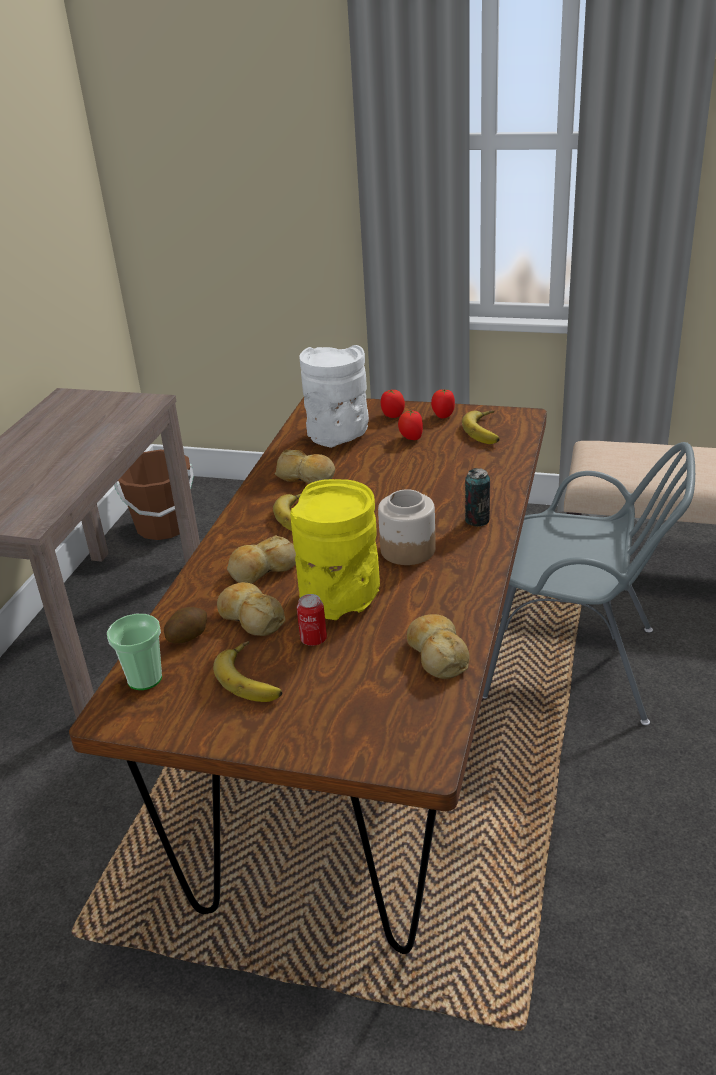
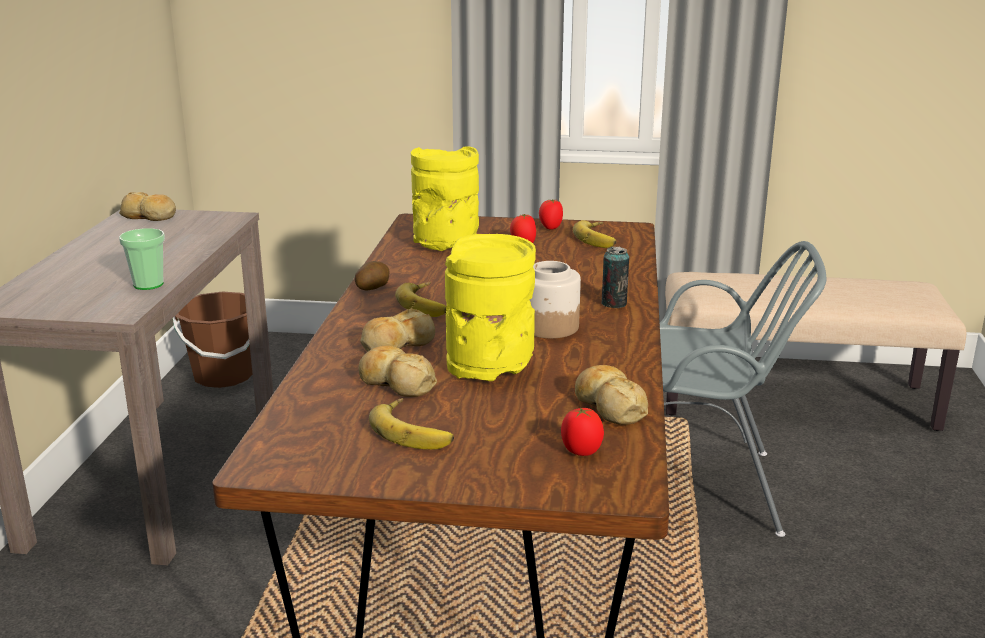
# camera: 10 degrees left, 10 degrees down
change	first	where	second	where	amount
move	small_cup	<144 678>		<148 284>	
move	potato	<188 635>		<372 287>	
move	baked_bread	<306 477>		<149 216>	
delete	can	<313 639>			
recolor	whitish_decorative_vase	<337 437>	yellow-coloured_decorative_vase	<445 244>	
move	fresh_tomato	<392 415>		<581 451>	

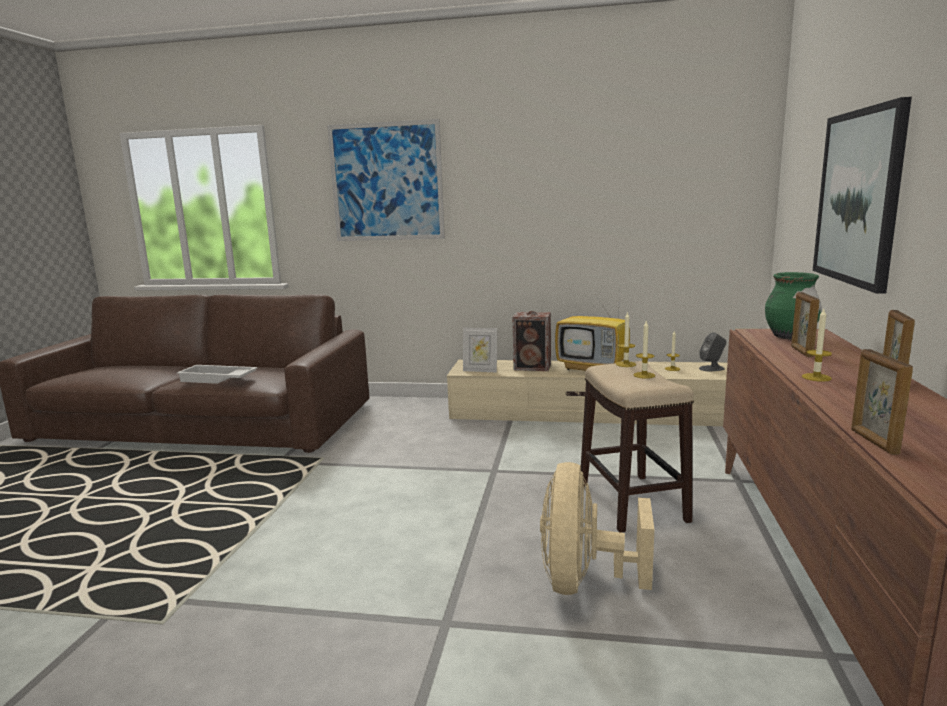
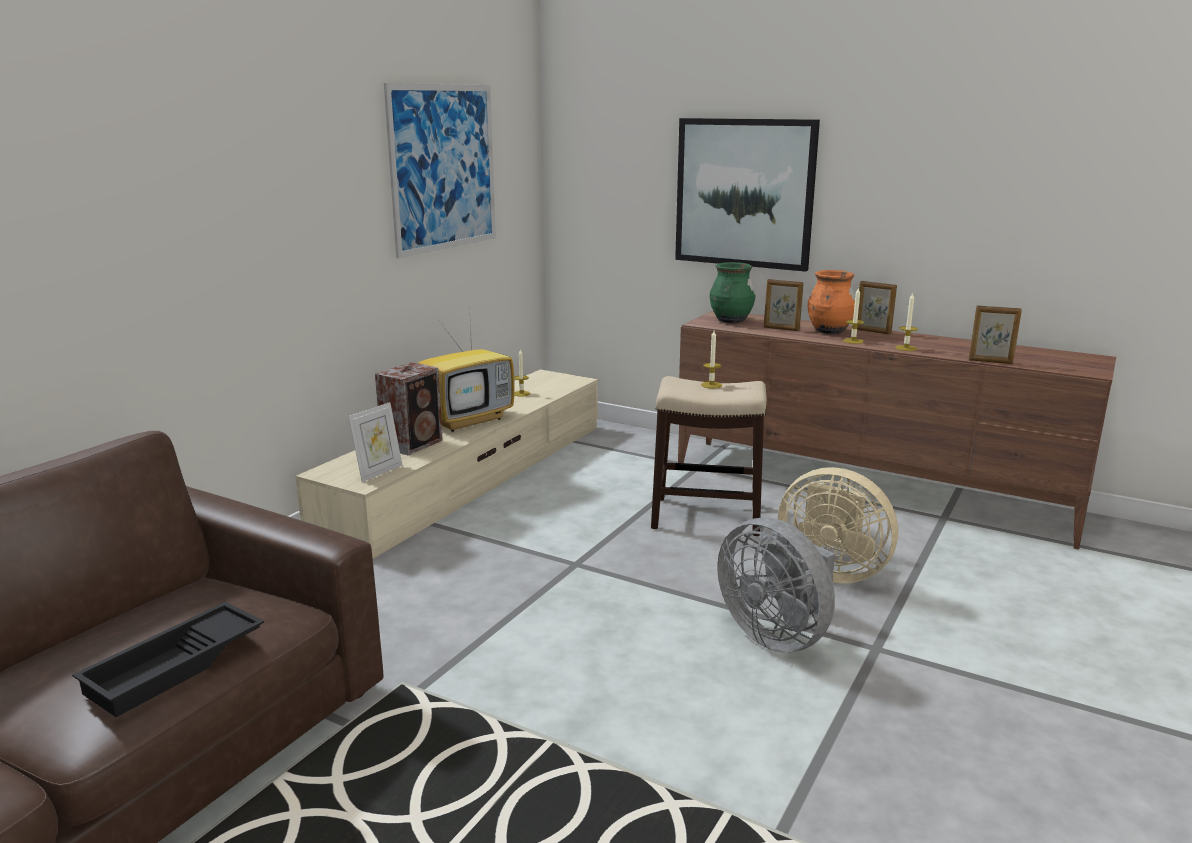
# camera: 70 degrees left, 5 degrees up
change	first	where	second	where	amount
recolor	whitish_tray	<217 379>	blackish_tray	<176 667>	
move	wall_picture	<386 182>		<444 168>	
move	wax_light	<626 364>		<906 348>	
delete	gray_audio_speaker	<712 368>			
insert			gray_cooling_fan	<777 635>	
insert			orangey_decorative_vase	<829 331>	

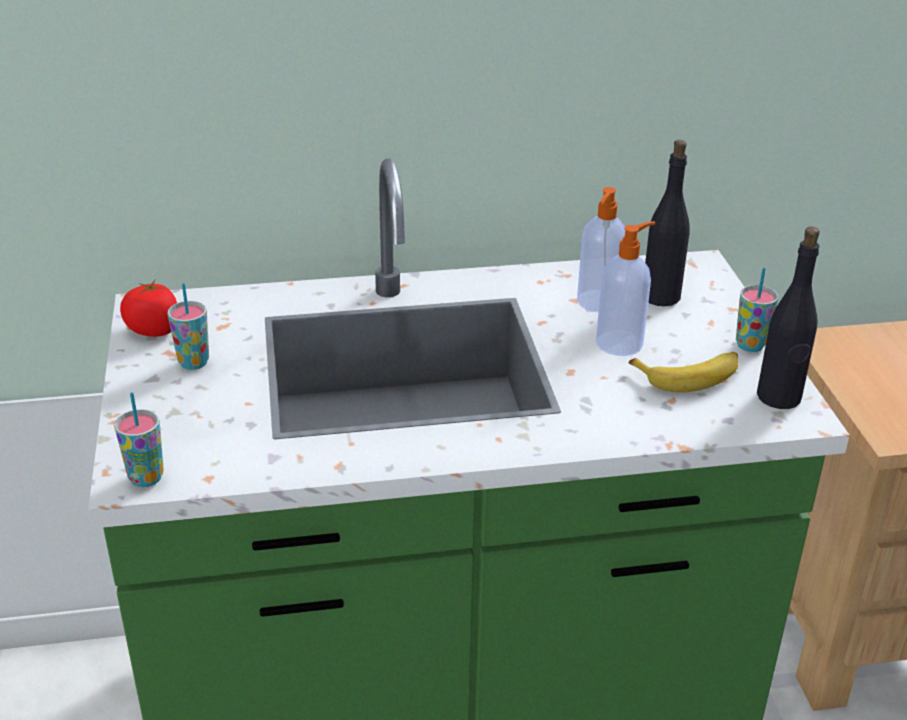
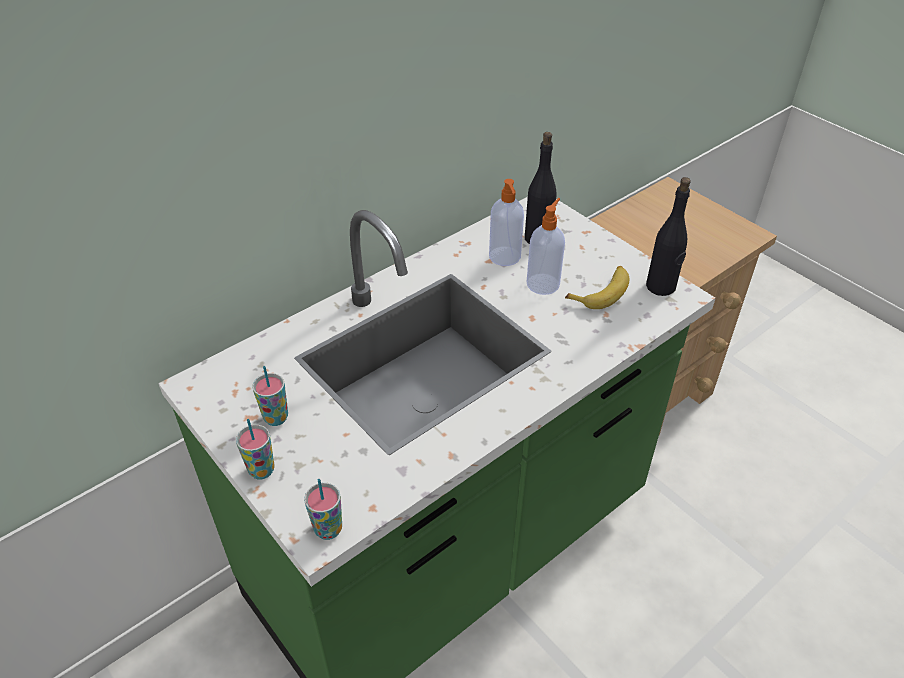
# camera: 30 degrees left, 10 degrees up
change	first	where	second	where	amount
delete	fresh_tomato	<154 330>			
move	small_cup	<750 345>		<261 470>	

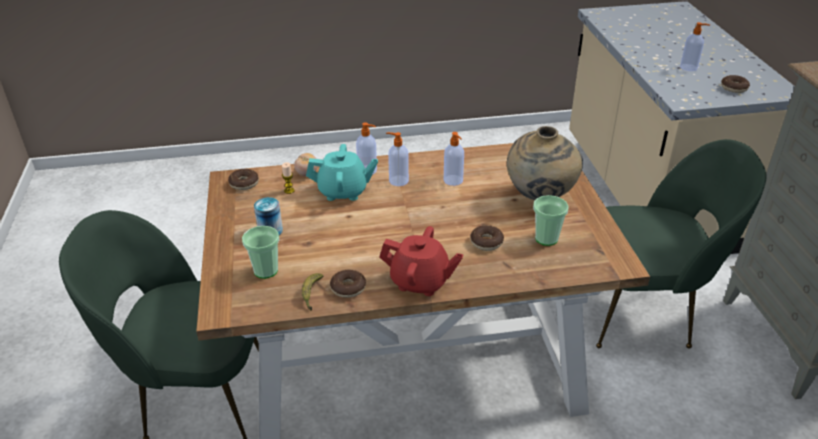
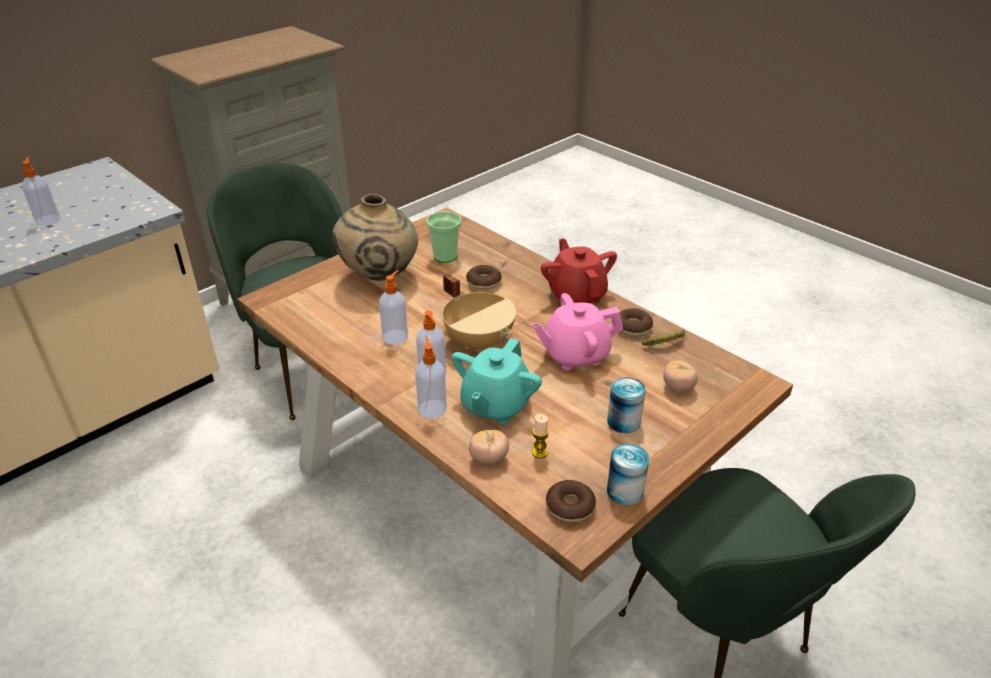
# camera: 125 degrees left, 0 degrees up
change	first	where	second	where	amount
replace	small_cup	<266 270>	fresh_tomato	<678 387>	
rotate	turquoise_teapot	<343 191>		<495 405>	120 degrees counterclockwise
delete	donut	<734 88>			
insert			beige-coloured_stockpot	<480 341>	
insert			pinkish_teapot	<575 355>	
insert			can	<625 491>	

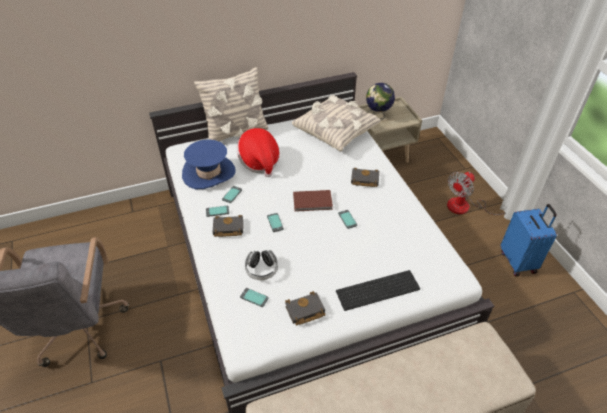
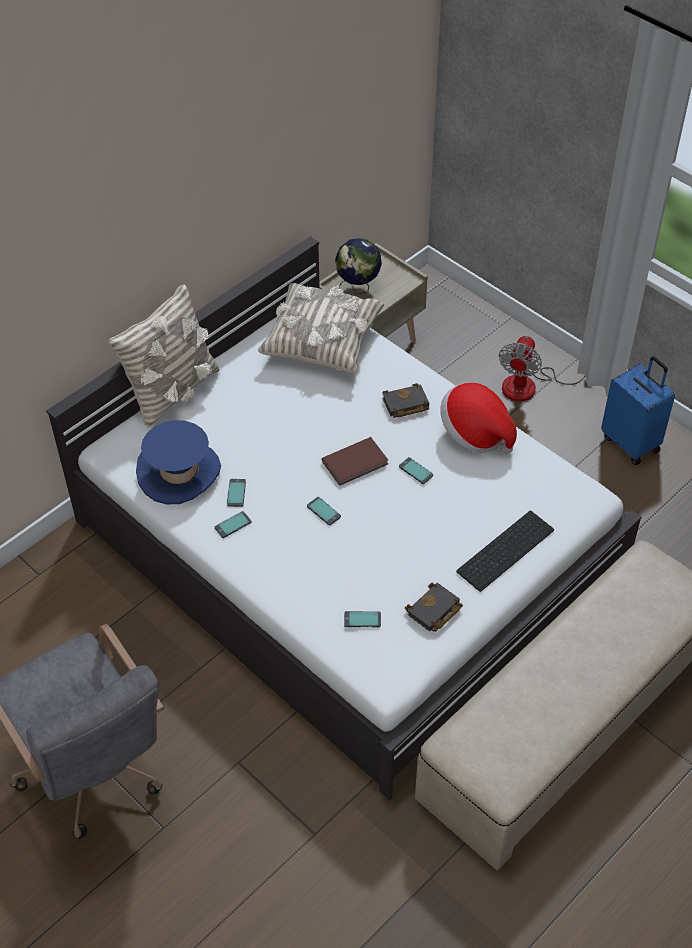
# camera: 25 degrees left, 5 degrees up
change	first	where	second	where	amount
delete	blackish_book	<227 229>			
move	wearable_hat	<259 162>		<475 433>	
delete	pair_of_headphones	<261 270>			

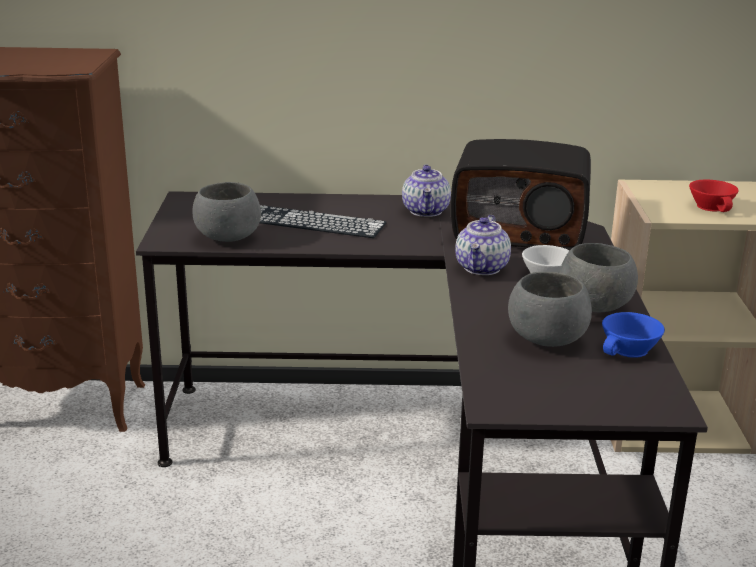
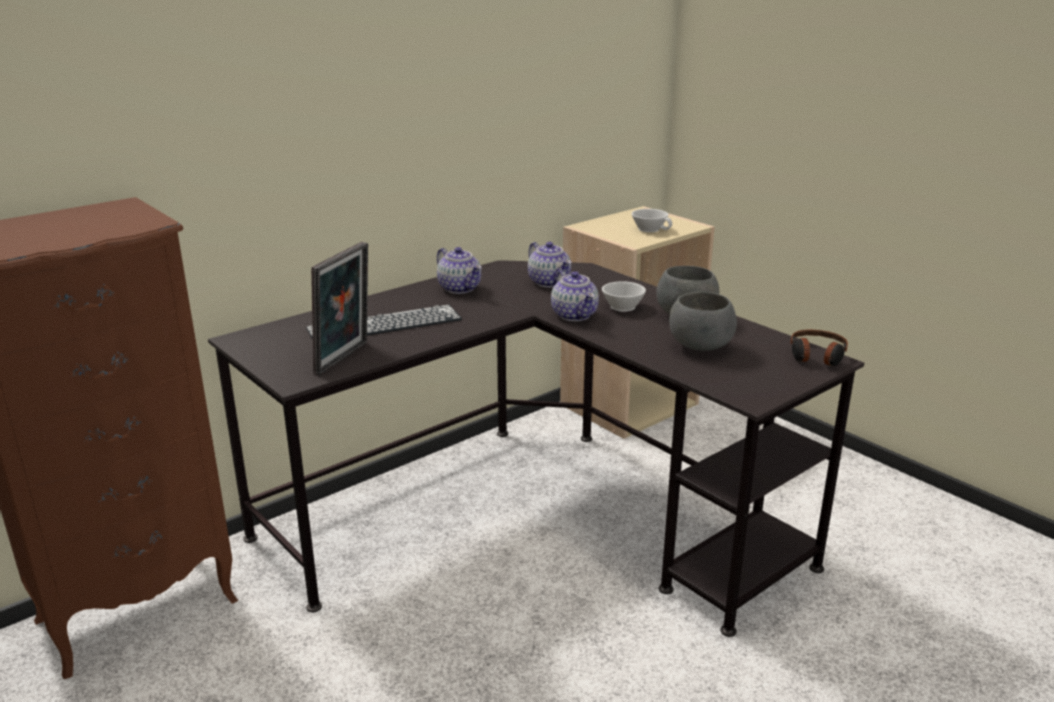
# camera: 40 degrees left, 0 degrees up
change	first	where	second	where	amount
replace	gray_deep_dish	<227 238>	photo_frame	<345 358>	
replace	radio	<520 231>	teapot	<550 282>	
delete	bluish_small_cup	<630 350>			
recolor	red_small_cup	<713 207>	whitish_small_cup	<650 229>	
insert			pair_of_headphones	<816 356>	

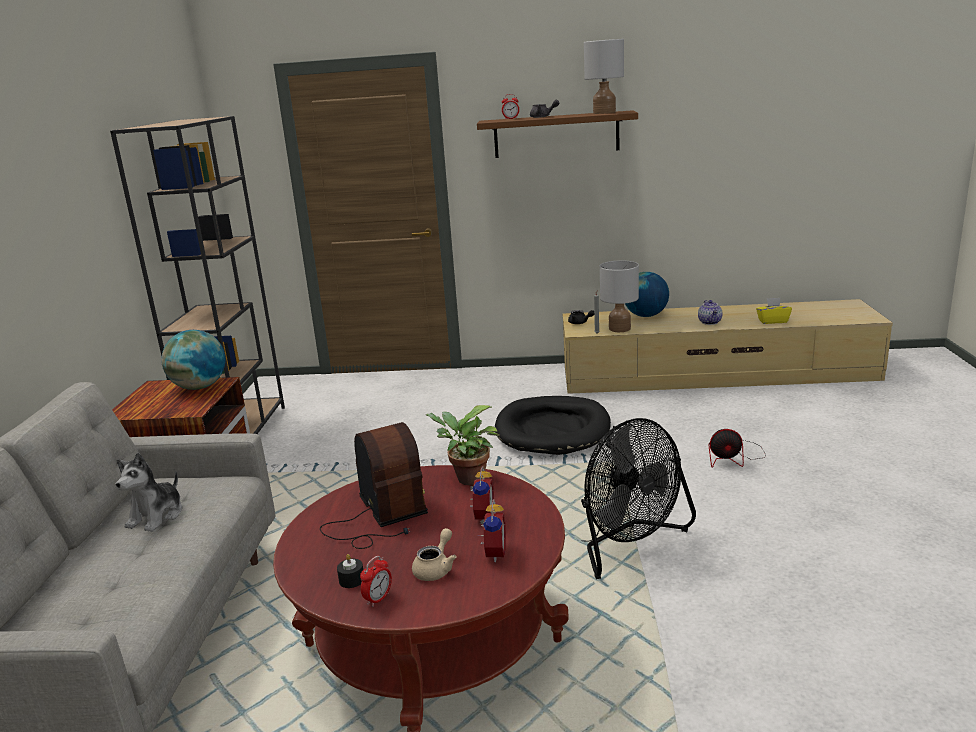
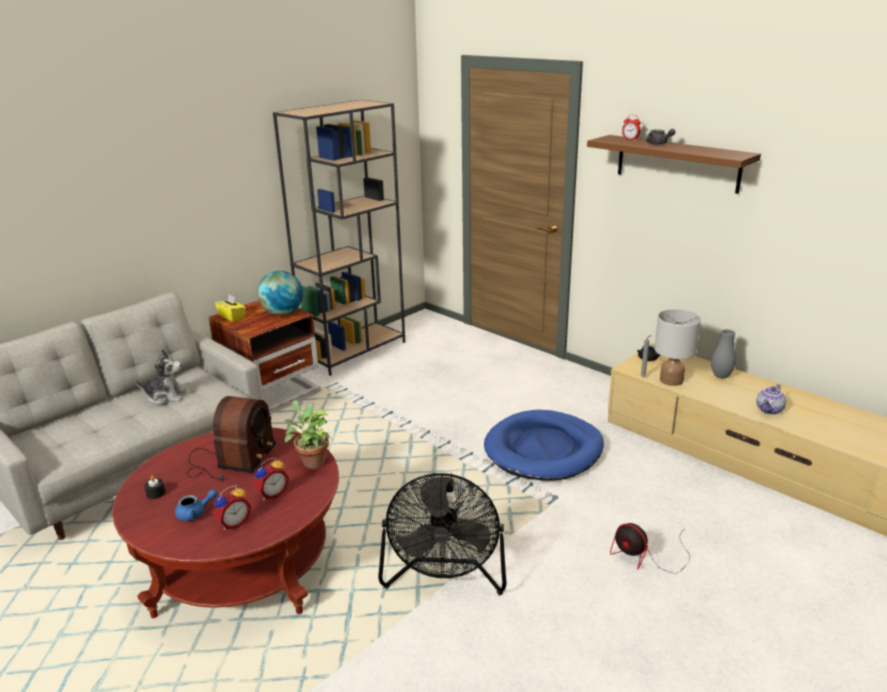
# camera: 40 degrees right, 5 degrees up
change	first	where	second	where	amount
rotate	cuddly_toy	<157 516>		<165 396>	150 degrees counterclockwise
delete	table_clock	<378 599>			
recolor	beige-coloured_teapot	<436 568>	bluish_teapot	<195 513>	
recolor	blackish_pet_bed	<552 430>	bluish_pet_bed	<544 450>	
delete	gray_lamp_for_a_table	<604 113>			
replace	globe	<645 316>	gray_decorative_vase	<721 376>	
move	yellow-coloured_box_of_tissues	<772 321>		<232 317>	

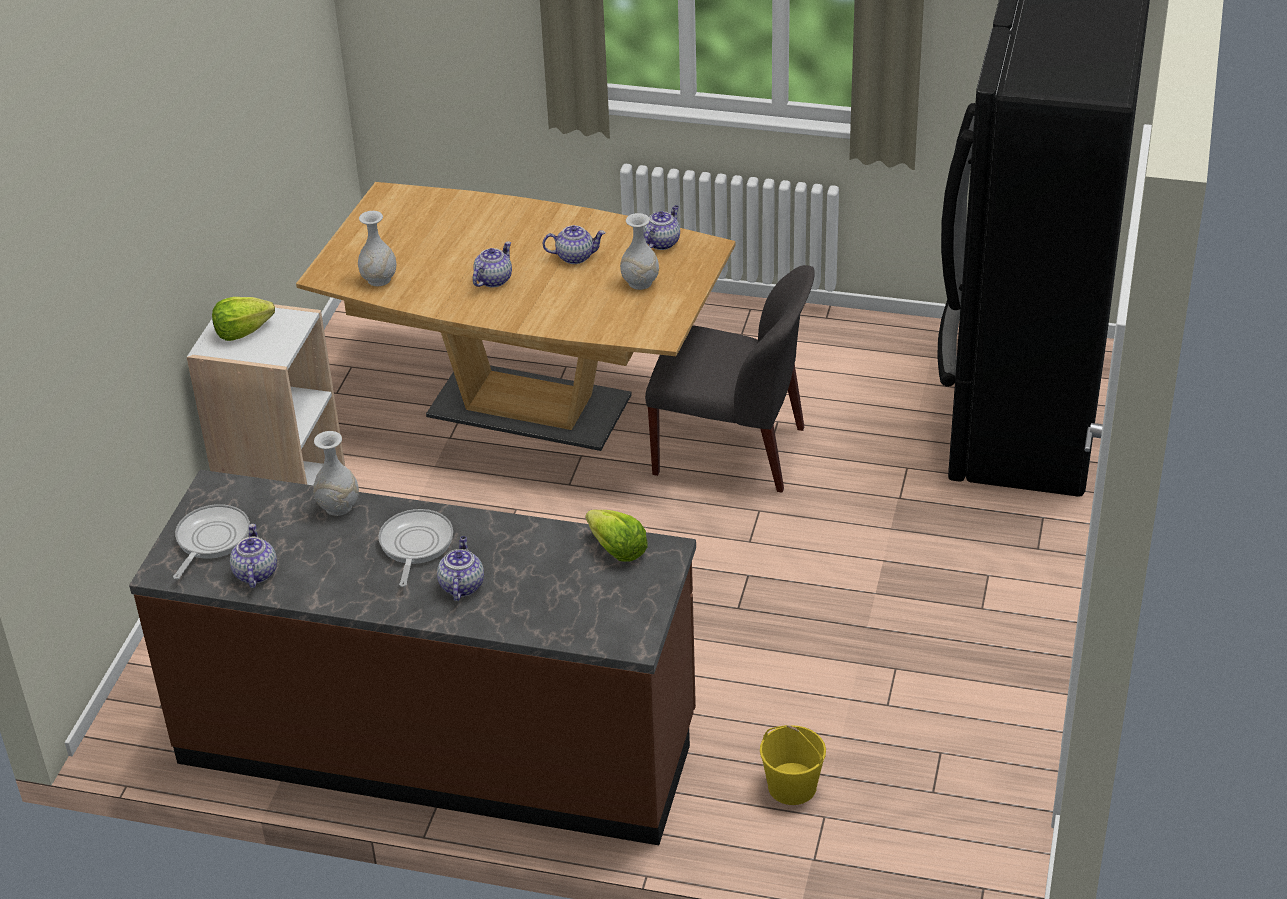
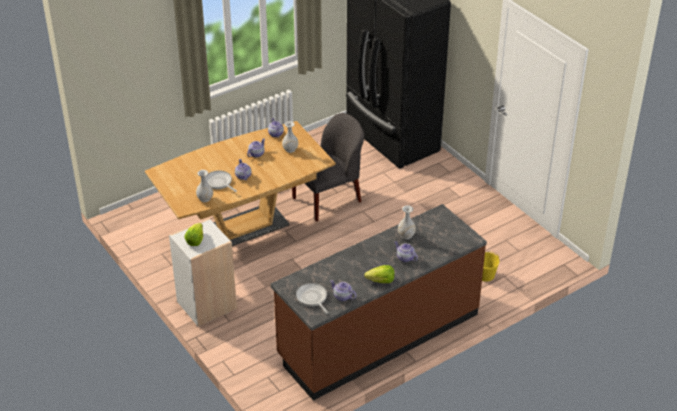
# camera: 50 degrees left, 0 degrees up
change	first	where	second	where	amount
move	whitish_decorative_vase	<338 507>		<406 236>	
move	frying_pan	<415 545>		<219 183>	
move	head_of_lettuce	<616 550>		<381 281>	

